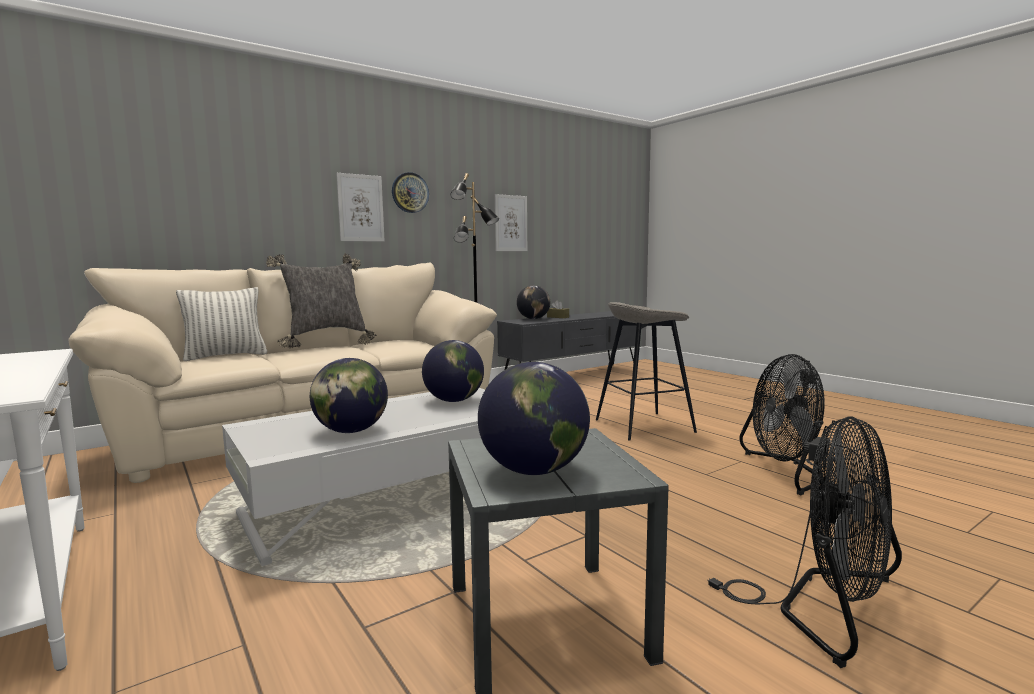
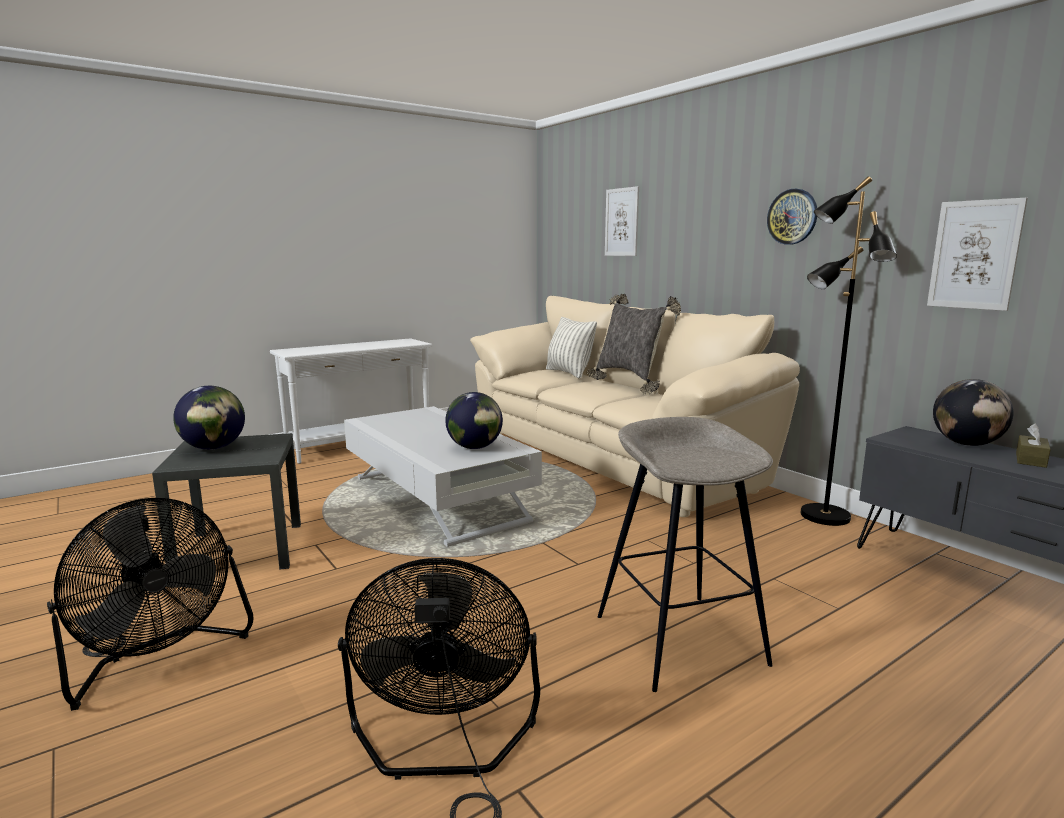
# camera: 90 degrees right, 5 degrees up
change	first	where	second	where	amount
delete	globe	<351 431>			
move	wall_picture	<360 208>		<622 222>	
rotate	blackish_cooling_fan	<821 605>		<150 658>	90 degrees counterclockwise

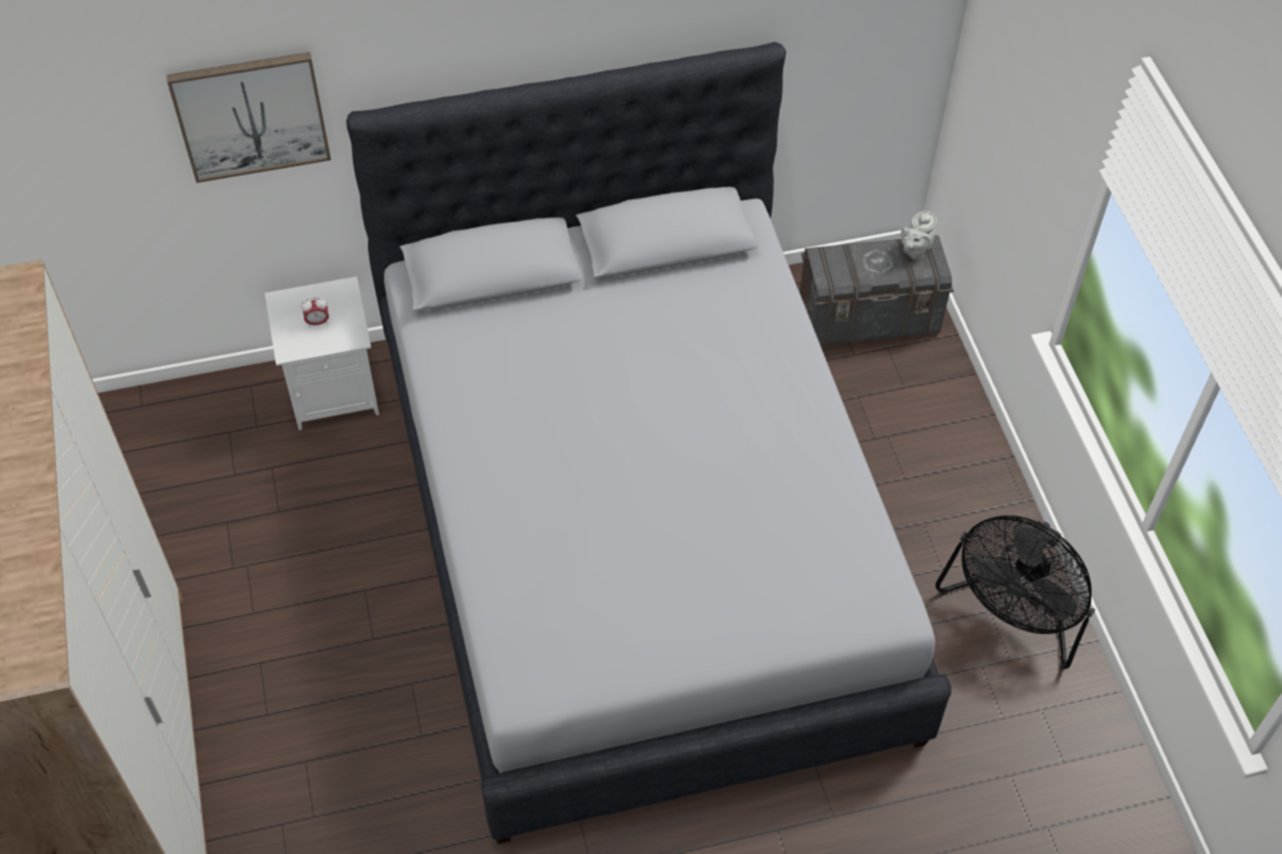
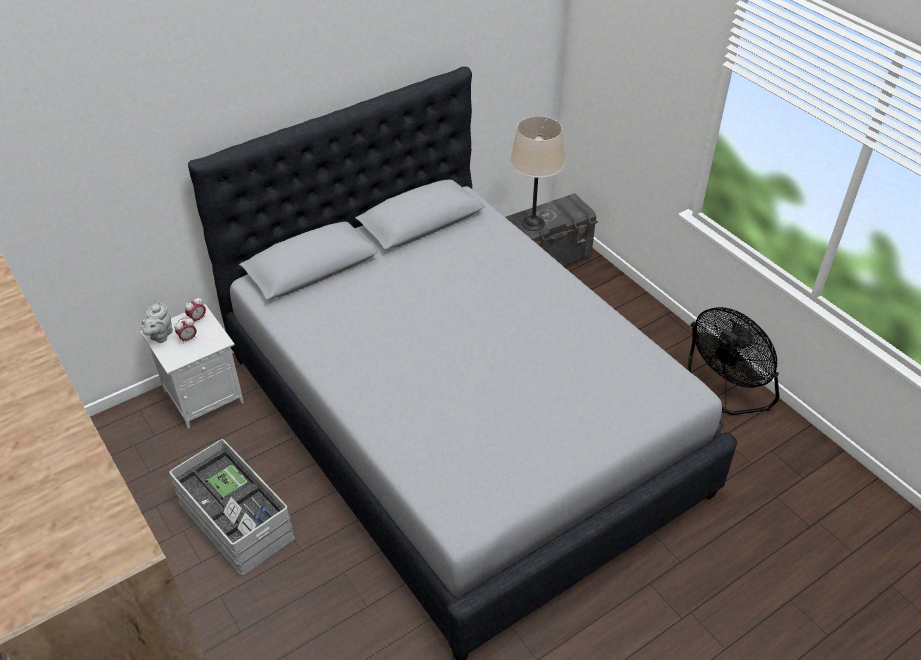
# camera: 20 degrees left, 10 degrees down
change	first	where	second	where	amount
delete	wall_picture	<251 115>			
move	gray_teapot	<915 250>		<160 336>	
rotate	blackish_cooling_fan	<1011 606>		<719 396>	150 degrees counterclockwise
insert			gray_storage_container	<237 520>	
insert			table_clock	<197 319>	
insert			beige-coloured_lamp_for_a_table	<533 223>	

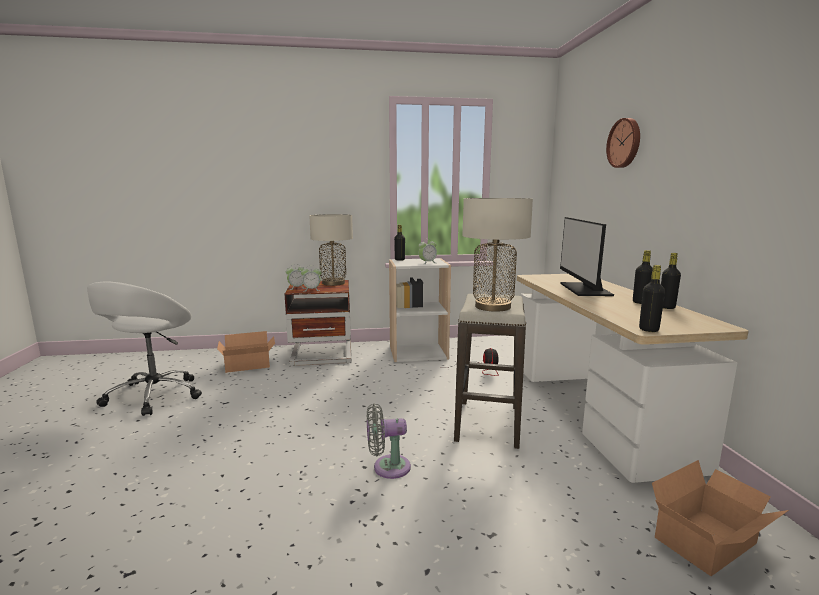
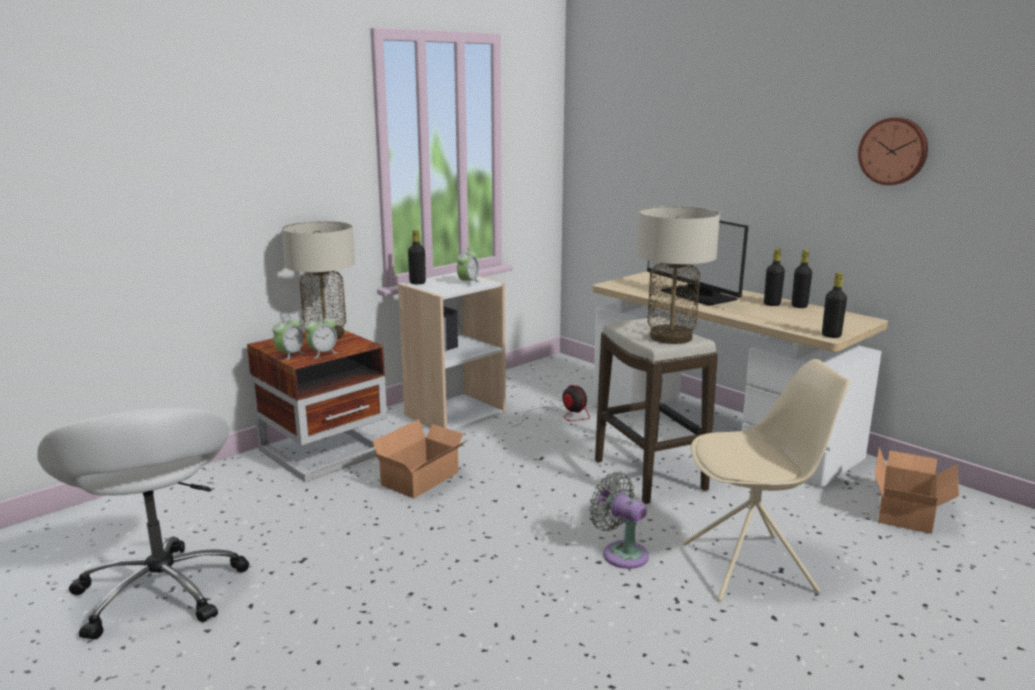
# camera: 35 degrees left, 5 degrees up
change	first	where	second	where	amount
move	carton	<249 365>		<423 479>	
rotate	gray_cooling_fan	<387 467>		<621 553>	90 degrees clockwise
move	wall_clock	<625 143>		<893 151>	
insert			beige-coloured_plain_chair	<751 567>	

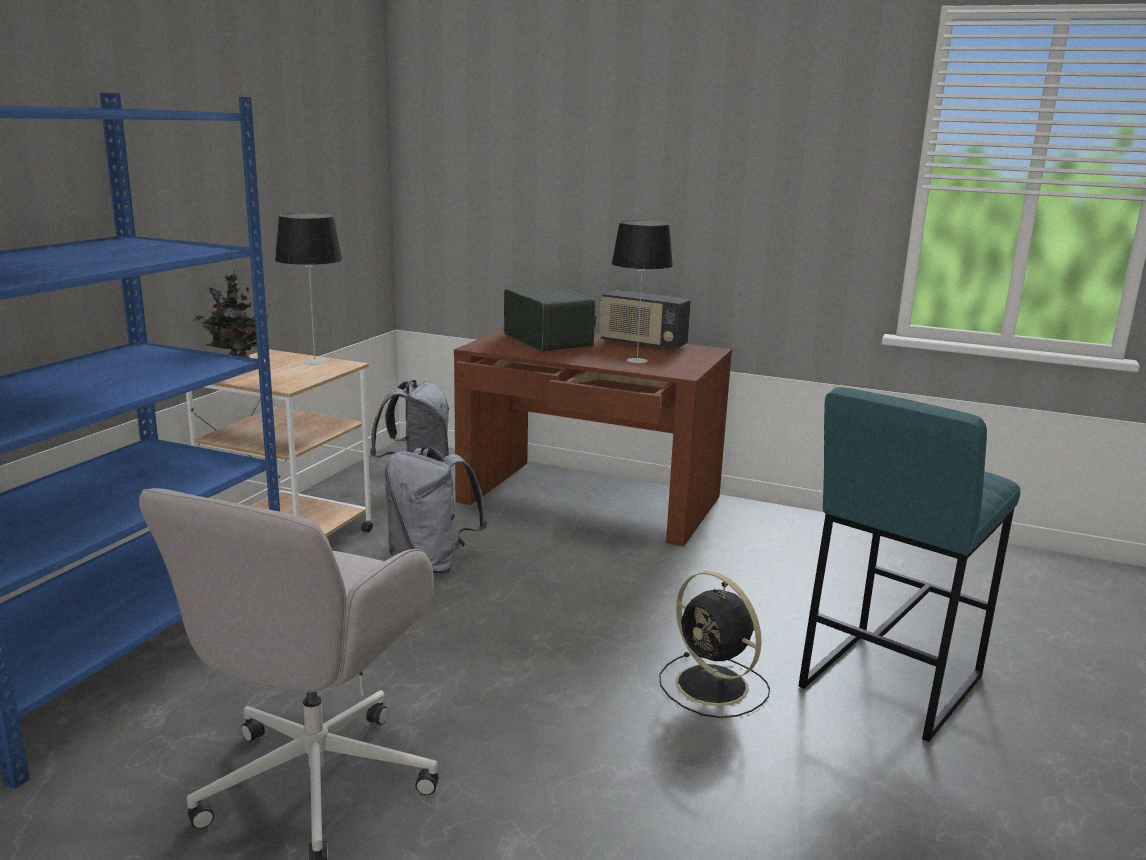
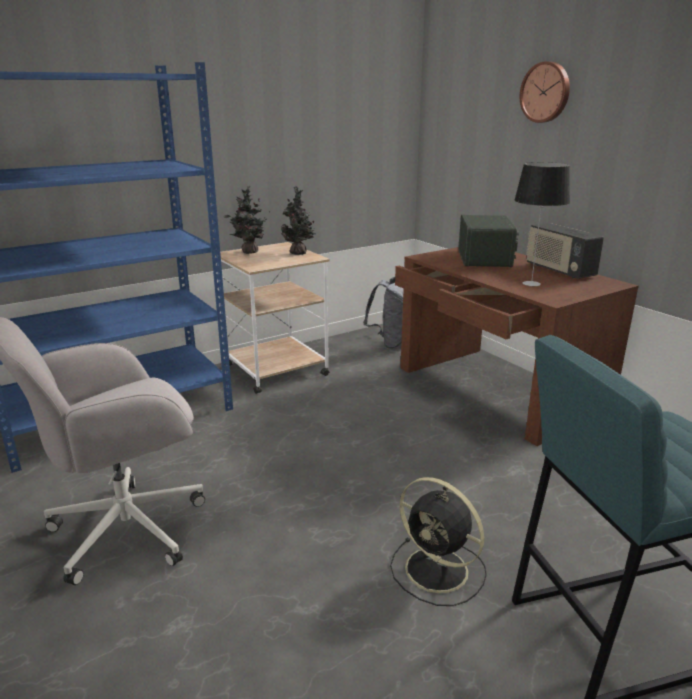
# camera: 35 degrees right, 5 degrees up
change	first	where	second	where	amount
replace	lamp_for_a_table	<315 362>	plant_in_a_pot	<299 253>	
delete	gray_rucksack	<431 562>			
rotate	blackish_cooling_fan	<714 687>		<439 571>	45 degrees counterclockwise
insert			wall_clock	<546 92>	

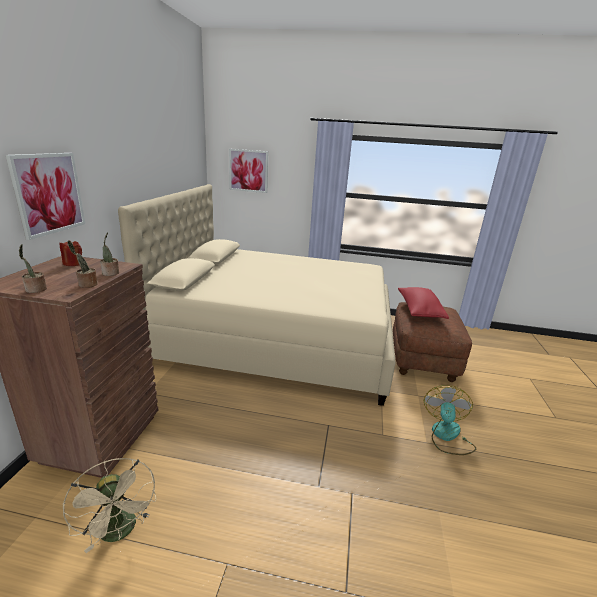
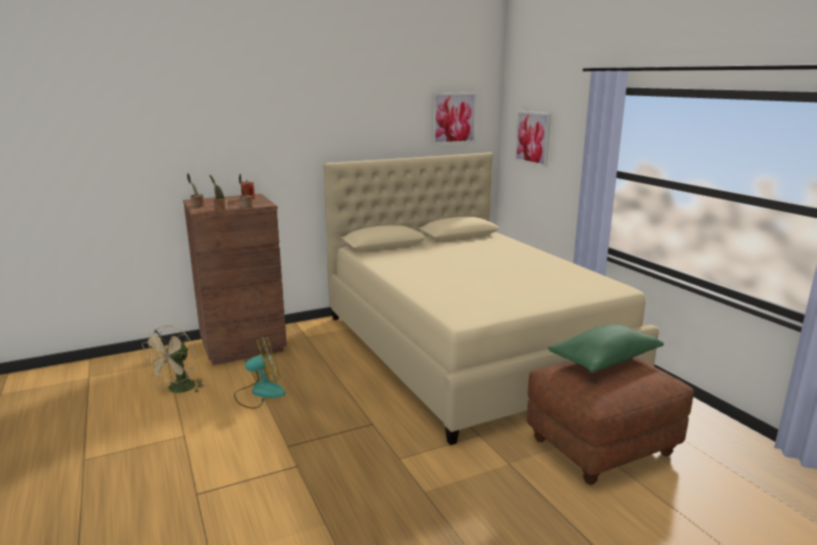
# camera: 55 degrees right, 5 degrees down
change	first	where	second	where	amount
move	wall_picture	<49 193>		<453 118>	
recolor	red_throw_pillow	<419 310>	green_throw_pillow	<604 360>	
move	cooling_fan	<446 436>		<260 393>	

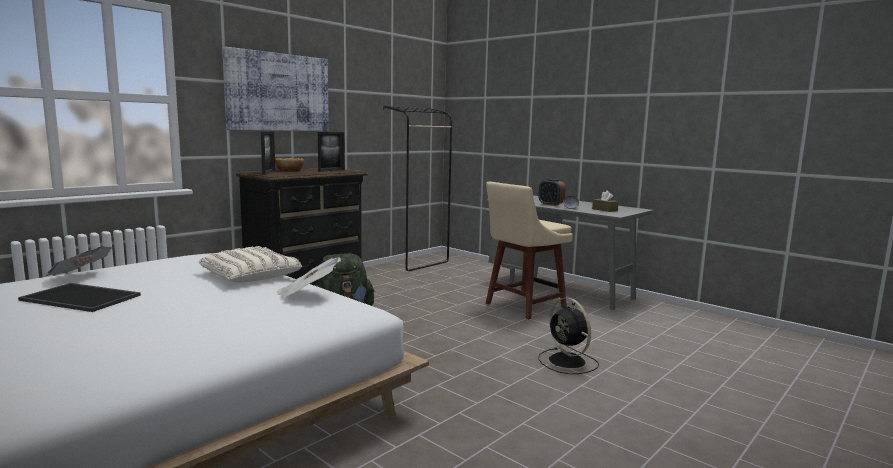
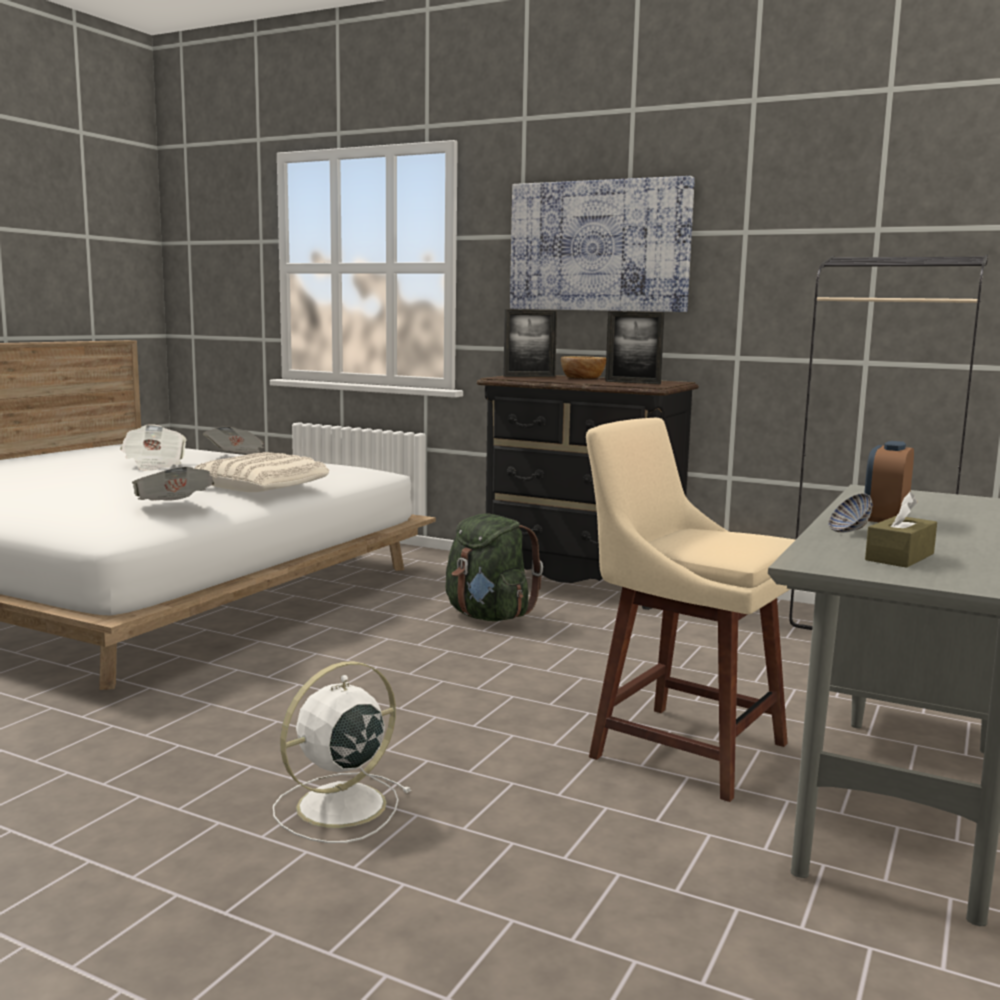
# camera: 75 degrees right, 0 degrees up
change	first	where	second	where	amount
replace	tray	<83 297>	daily_paper	<154 465>	
recolor	blackish_cooling_fan	<568 362>	whitish_cooling_fan	<338 807>	

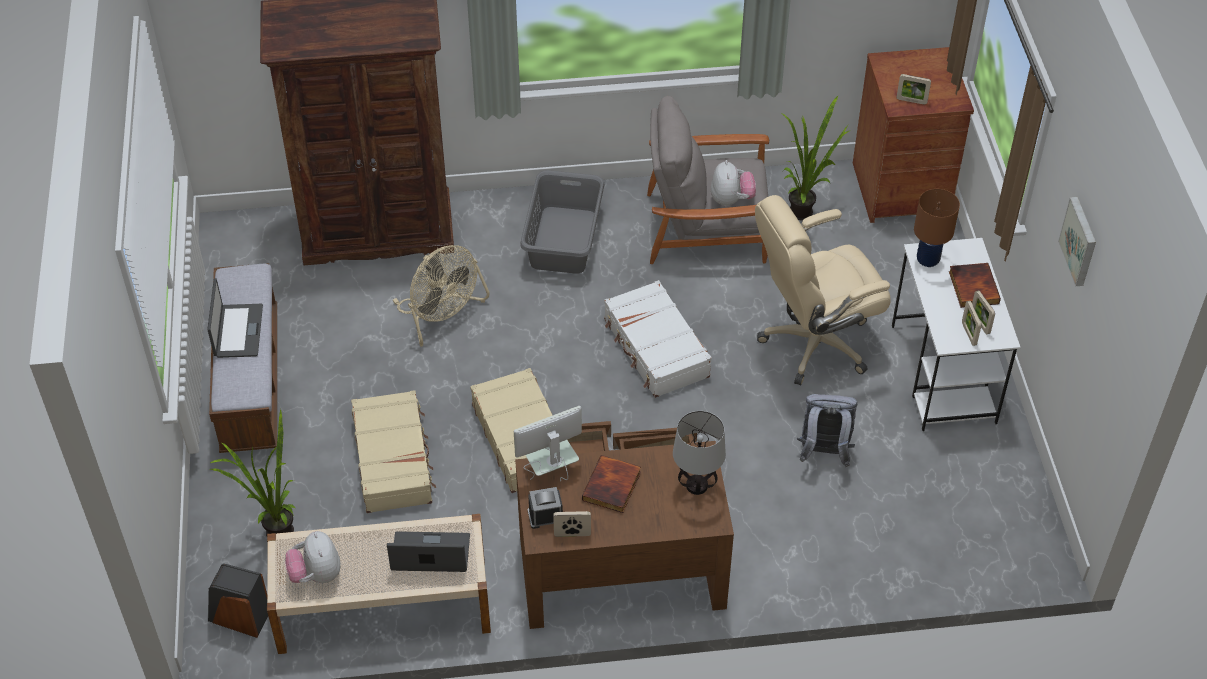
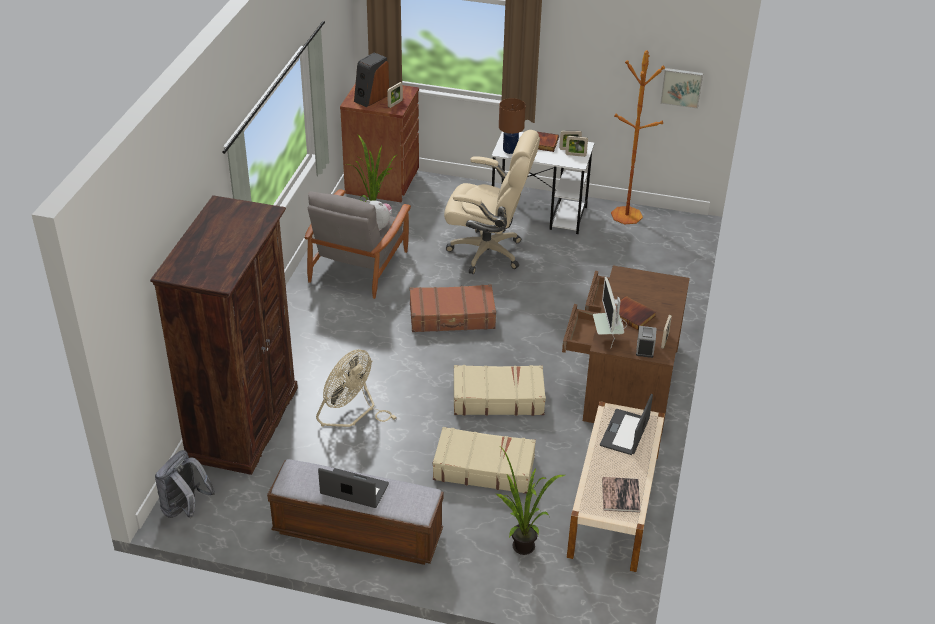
# camera: 70 degrees left, 10 degrees down
change	first	where	second	where	amount
move	audio_speaker	<239 616>		<371 98>	
replace	cuddly_toy	<316 574>	book	<620 495>	
rotate	beige-coloured_cooling_fan	<439 315>		<356 411>	120 degrees counterclockwise
delete	gray_hamper	<564 240>			
recolor	whitish_suitcase	<655 348>	brown_suitcase	<452 317>	
delete	lamp_for_a_table	<697 485>			
rotate	beige-coloured_desk_chair	<813 344>		<488 253>	75 degrees counterclockwise
move	gray_rucksack	<823 453>		<185 508>	
move	wall_picture	<1080 241>		<681 87>	
insert			orangey_garment_stand	<626 215>	

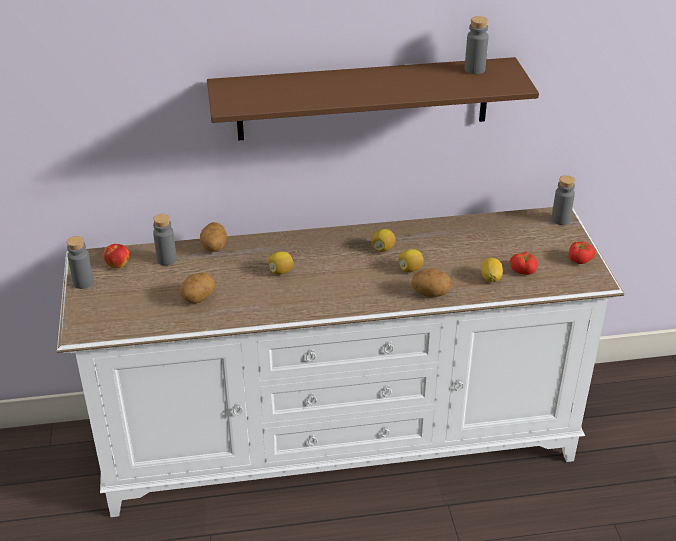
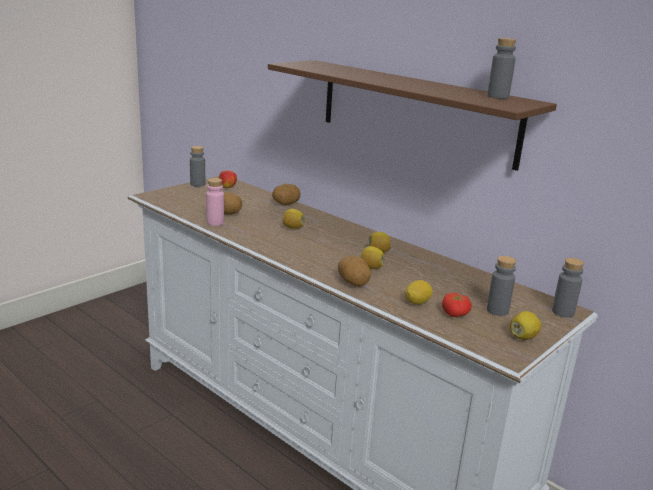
# camera: 50 degrees right, 15 degrees down
change	first	where	second	where	amount
move	gray_drink_bottle	<166 259>		<497 310>	
replace	fresh_tomato	<579 259>	lemon	<523 337>	
insert			pinkish_drink_bottle	<215 222>	

